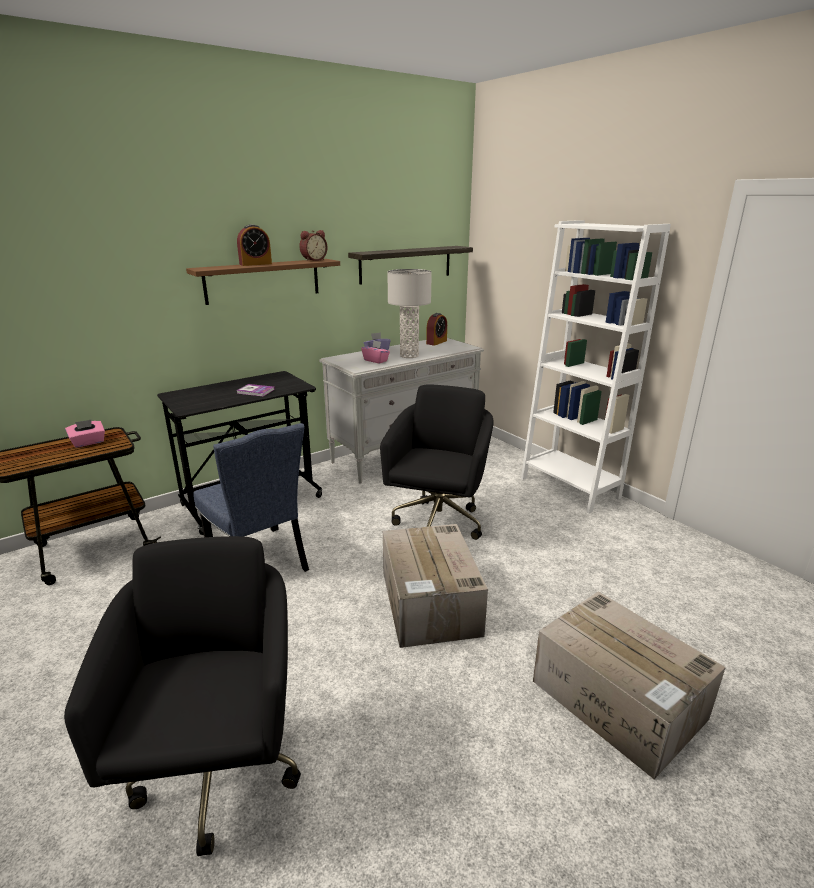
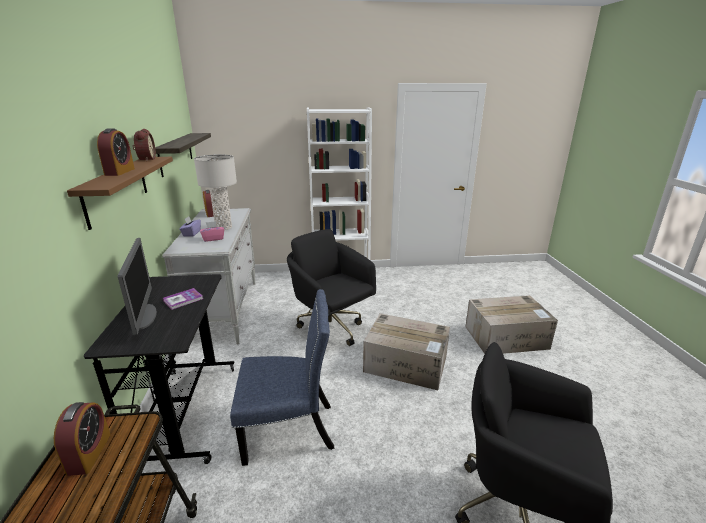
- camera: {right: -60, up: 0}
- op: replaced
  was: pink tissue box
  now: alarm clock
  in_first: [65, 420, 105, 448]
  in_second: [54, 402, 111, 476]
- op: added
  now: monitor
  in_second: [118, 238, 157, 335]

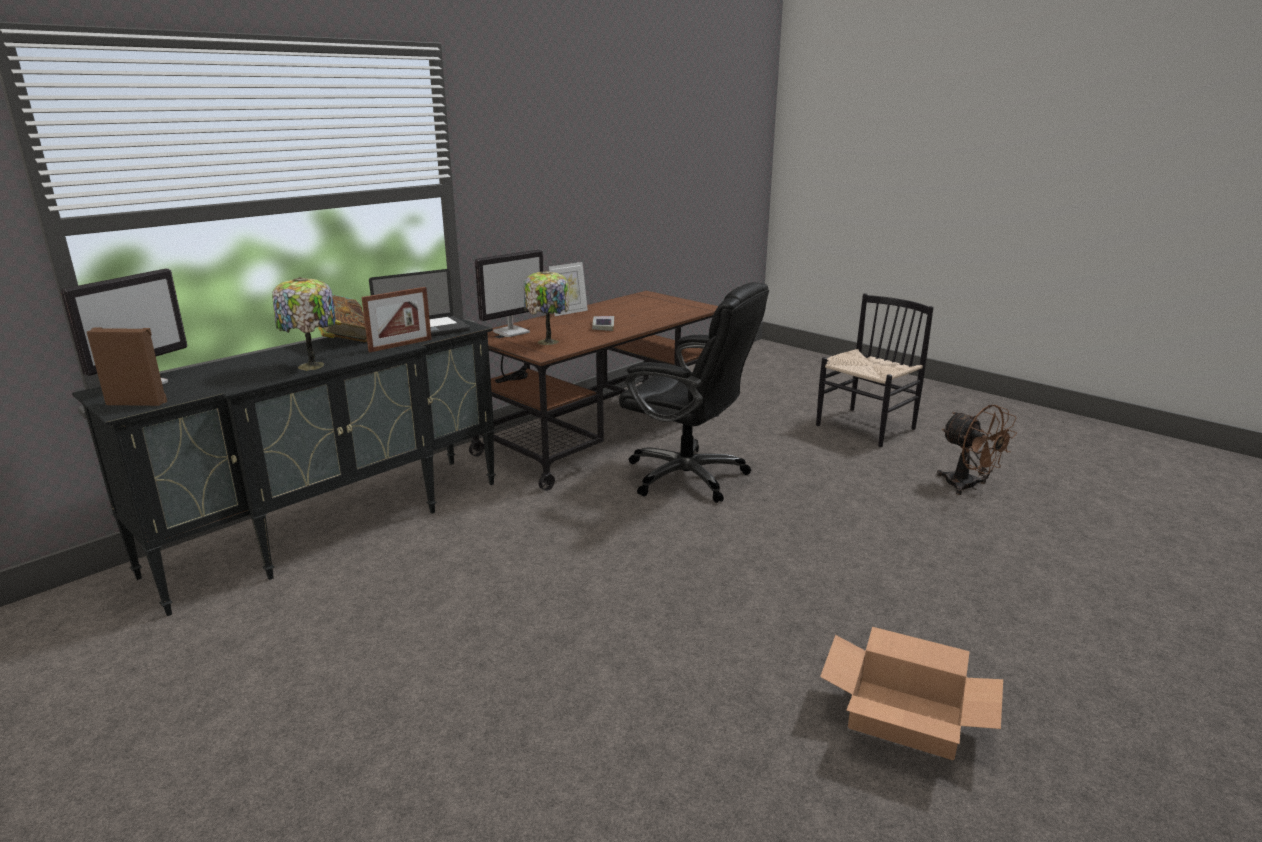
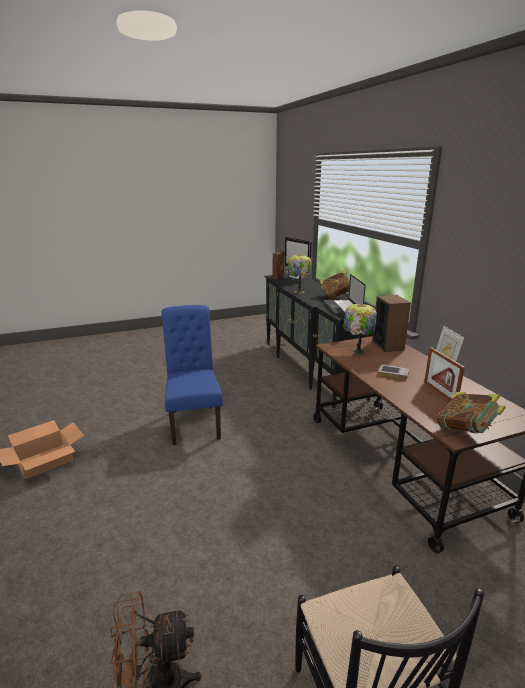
- camera: {right: 115, up: 0}
- op: added
  now: blue chair
  in_second: [162, 305, 223, 445]
- op: replaced
  was: monitor
  now: speaker
  in_first: [475, 249, 544, 337]
  in_second: [372, 295, 411, 352]
- op: moved
  was: picture frame
  in_first: [361, 287, 432, 352]
  in_second: [424, 347, 465, 401]
- op: added
  now: book
  in_second: [437, 392, 506, 434]
- op: removed
  was: black office chair
  in_first: [619, 282, 769, 503]

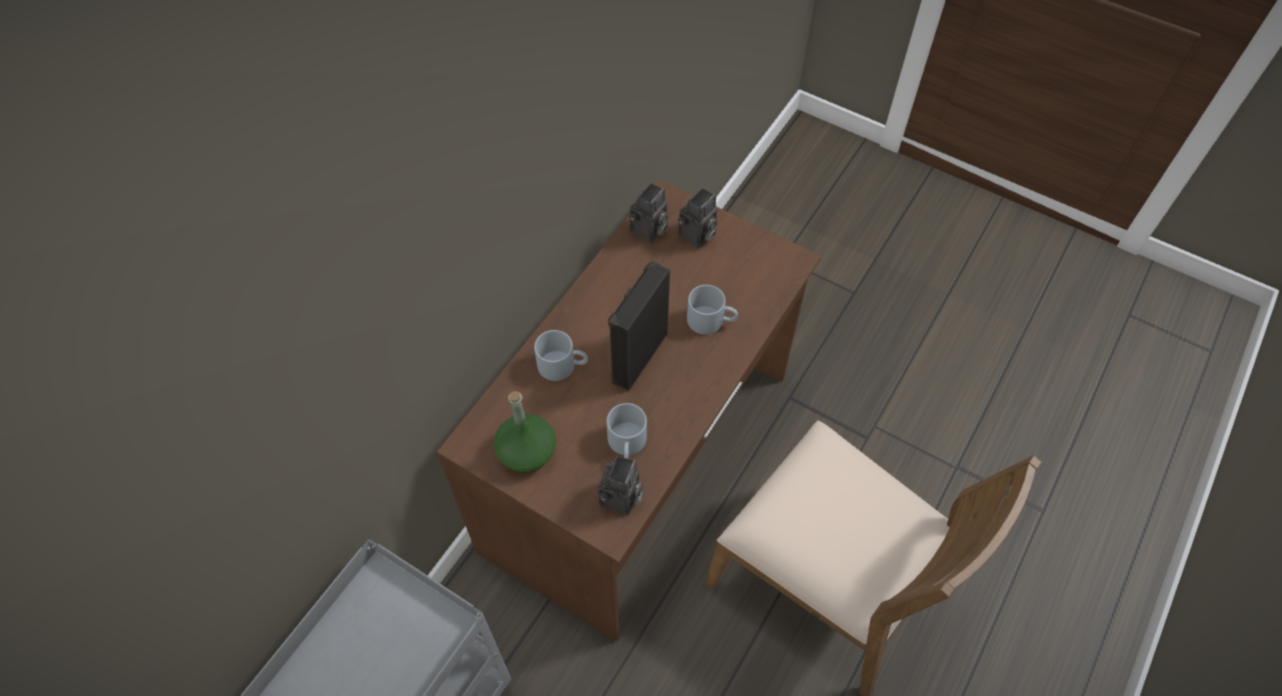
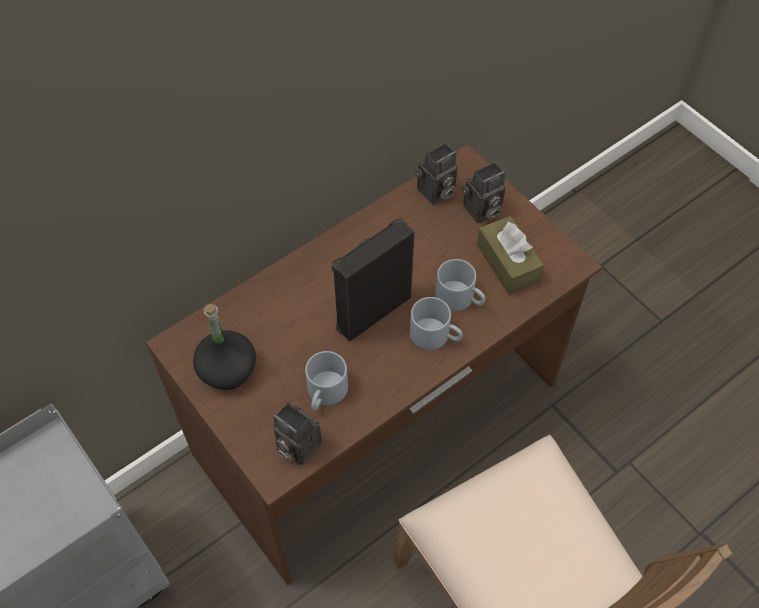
- camera: {right: 20, up: 0}
- op: recoloured
  was: green bottle
  now: black bottle
  in_first: [494, 391, 556, 473]
  in_second: [193, 304, 256, 390]
- op: turned
  was: photo camera
  in_first: [598, 456, 643, 515]
  in_second: [273, 402, 322, 465]
  clockwise: 90
- op: moved
  was: grey mug
  in_first: [534, 330, 588, 381]
  in_second: [410, 297, 463, 350]
- op: added
  now: brown tissue box
  in_second: [477, 216, 544, 295]

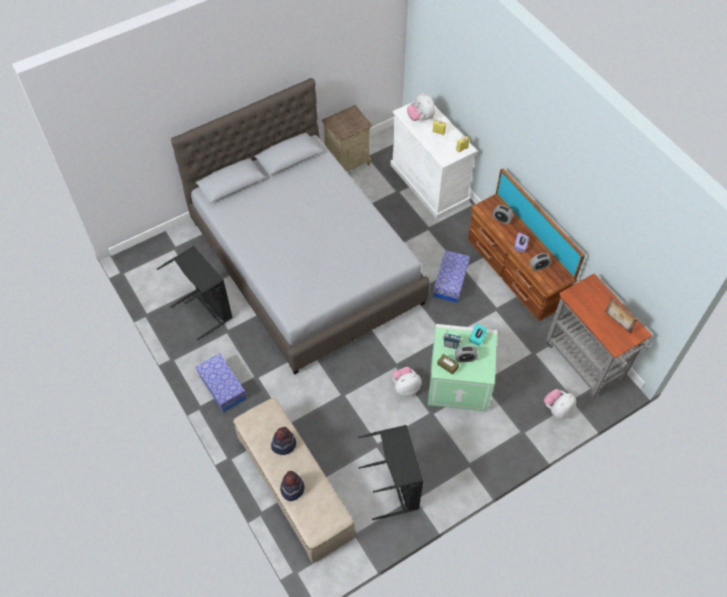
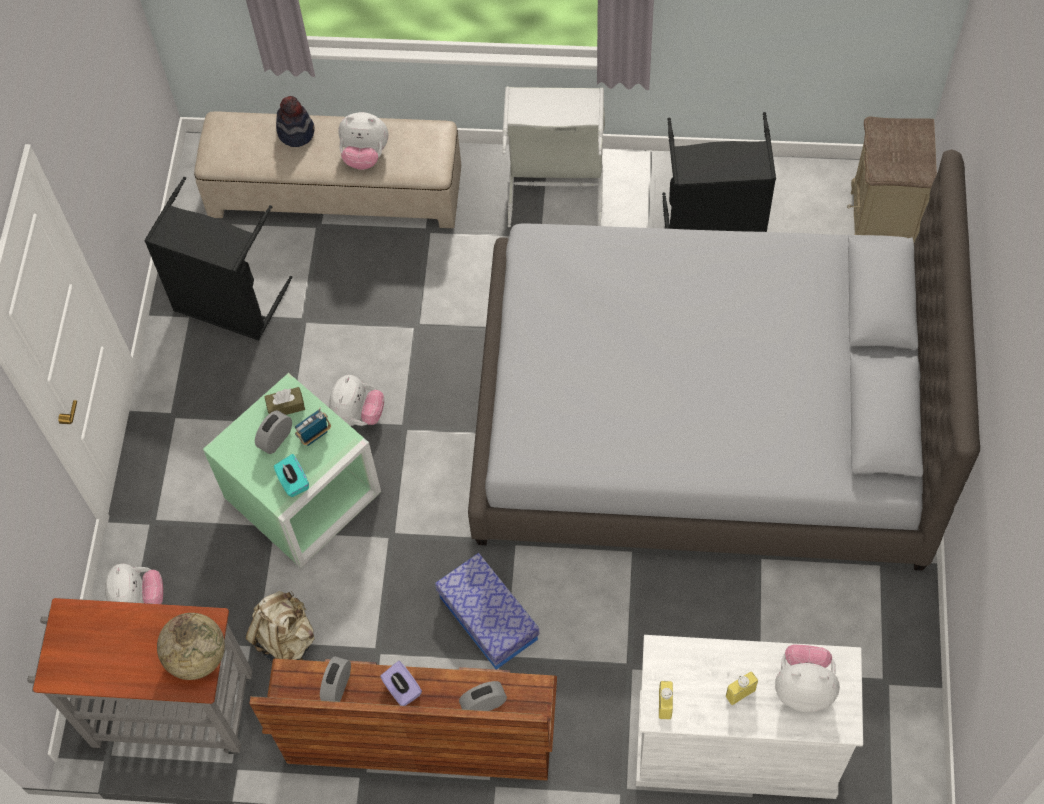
- camera: {right: 130, up: 5}
- op: added
  now: globe
  in_second: [157, 613, 225, 680]
- op: added
  now: beige backpack
  in_second: [246, 591, 314, 662]
- op: replaced
  was: hat
  now: plush toy
  in_first: [271, 427, 296, 455]
  in_second: [338, 112, 388, 170]
- op: replaced
  was: storage box
  now: grey laundry basket
  in_first: [196, 353, 246, 412]
  in_second: [502, 87, 605, 227]
- op: moved
  was: beige nightstand
  in_first: [322, 105, 372, 171]
  in_second: [847, 117, 937, 242]
- op: removed
  was: picture frame
  in_first: [605, 297, 638, 334]

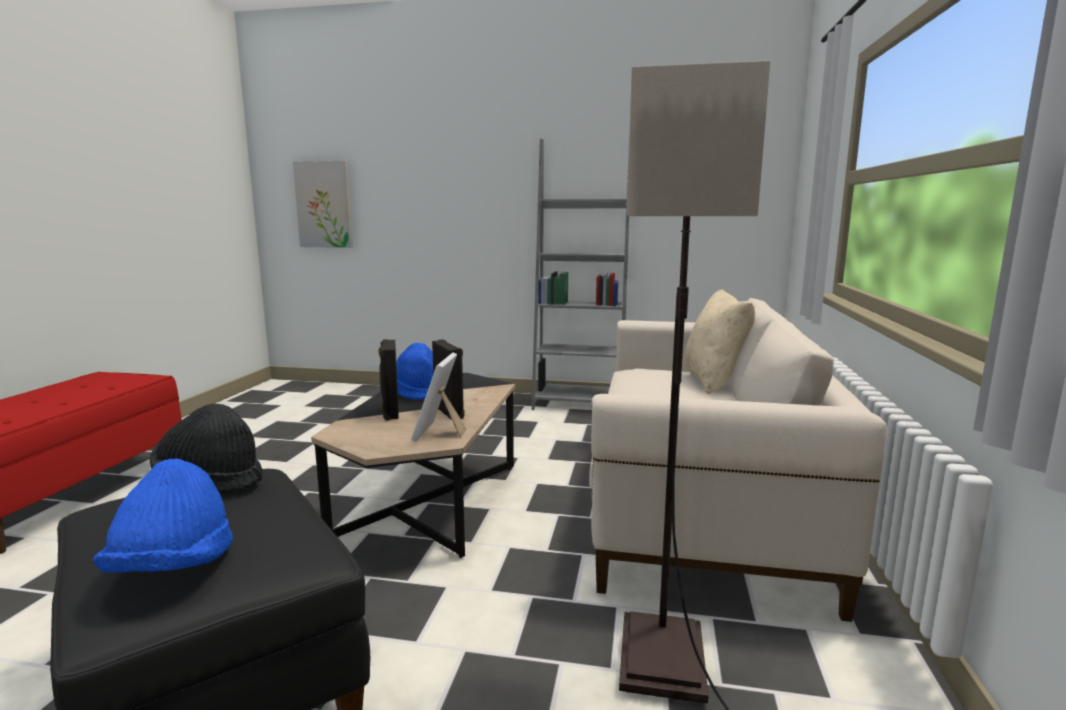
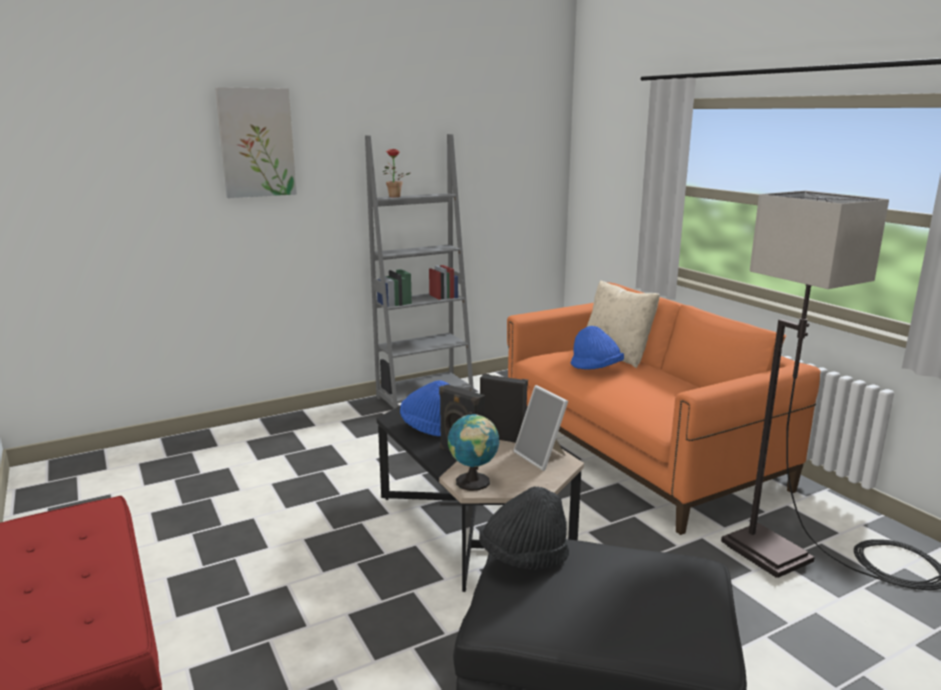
- camera: {right: -40, up: 5}
- op: moved
  was: picture
  in_first: [293, 161, 353, 248]
  in_second: [215, 87, 297, 198]
- op: added
  now: potted plant
  in_second: [383, 149, 410, 197]
- op: added
  now: globe
  in_second: [448, 412, 499, 491]
- op: recoloured
  was: beige sofa
  now: orange sofa
  in_first: [589, 298, 887, 622]
  in_second: [507, 282, 821, 535]
- op: moved
  was: blue hat
  in_first: [93, 458, 233, 573]
  in_second: [571, 326, 624, 370]

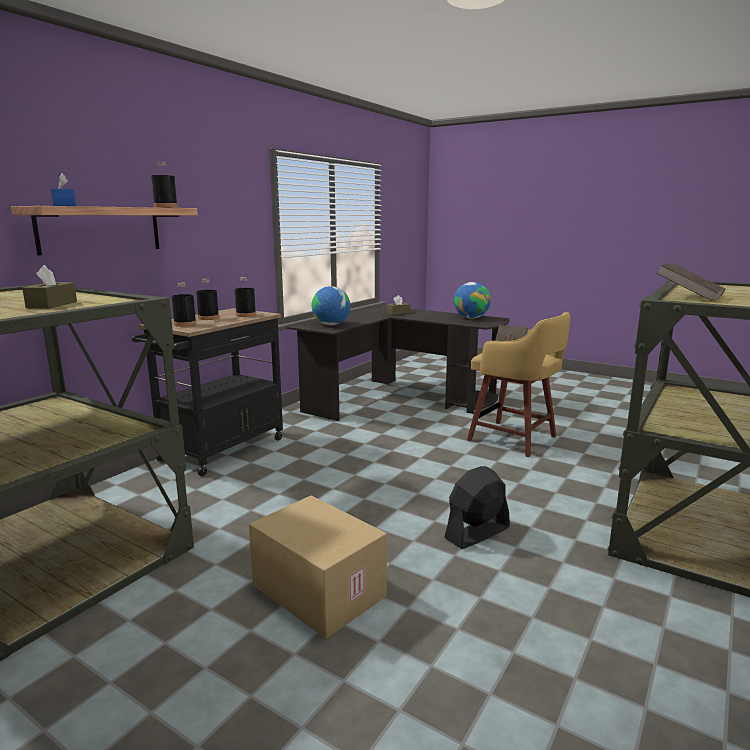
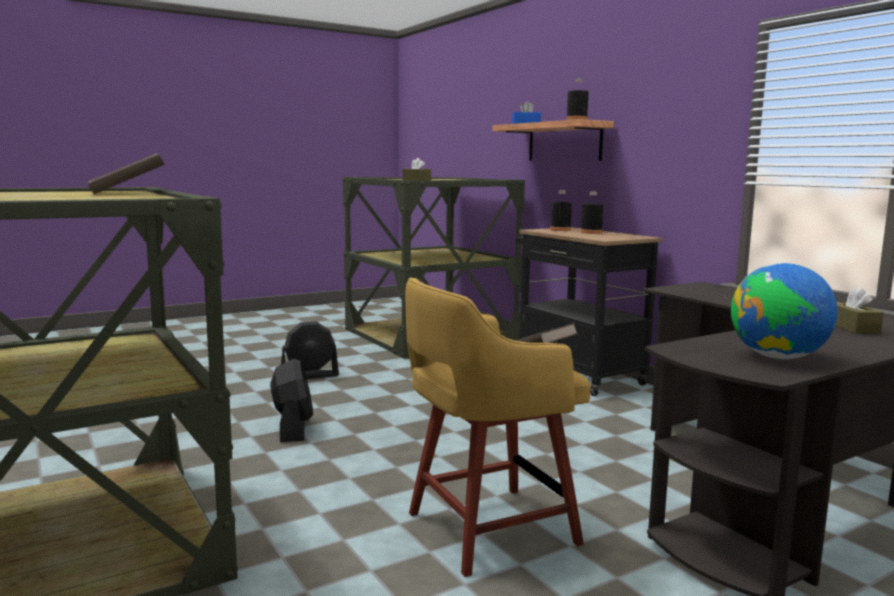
- camera: {right: 115, up: -5}
- op: replaced
  was: cardboard box
  now: black fan
  in_first: [249, 496, 387, 639]
  in_second: [281, 321, 339, 379]
- op: removed
  was: black bottle
  in_first: [235, 277, 256, 317]
- op: removed
  was: globe
  in_first: [312, 286, 351, 325]

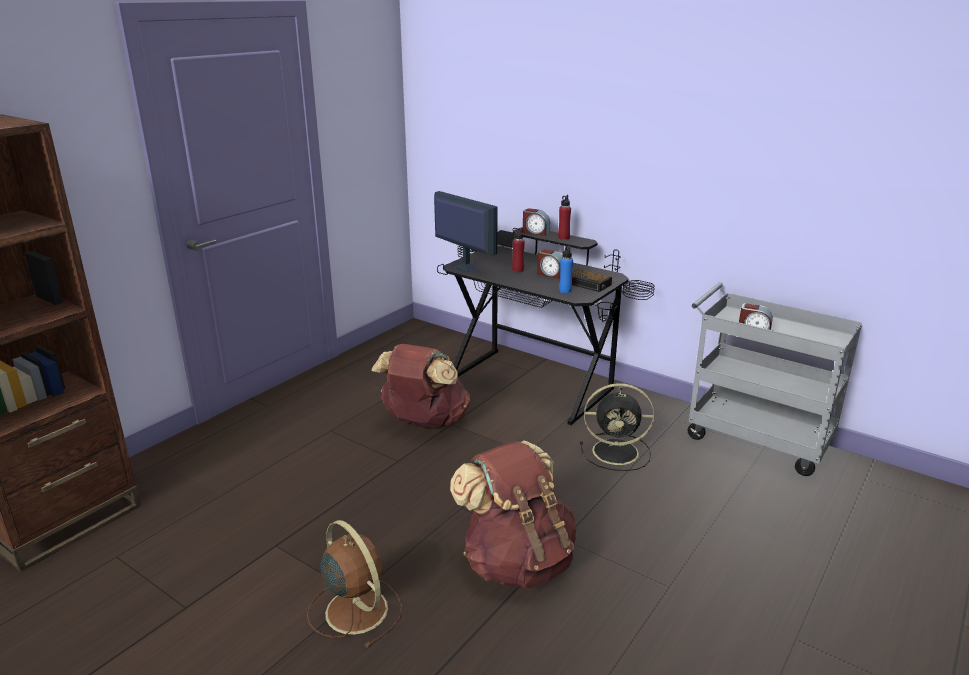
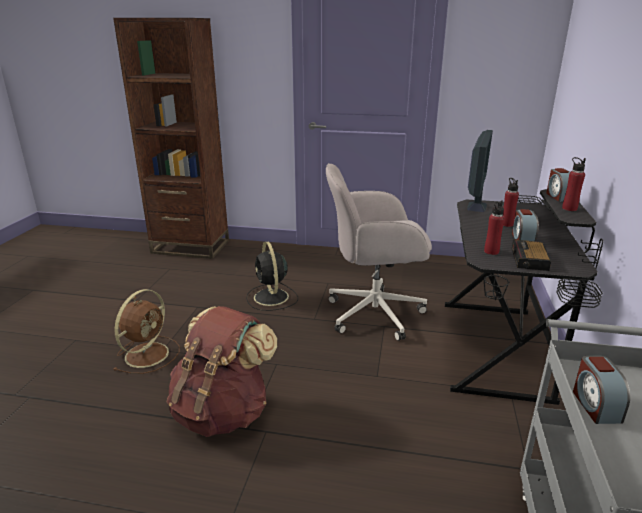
- camera: {right: 65, up: 0}
- op: moved
  was: black fan
  in_first: [580, 383, 654, 471]
  in_second: [246, 242, 298, 311]
- op: replaced
  was: brown backpack
  now: grey office chair
  in_first: [371, 344, 470, 429]
  in_second: [326, 163, 432, 341]
- op: recoloured
  was: blue bottle
  now: red bottle
  in_first: [559, 245, 573, 293]
  in_second: [484, 200, 505, 255]

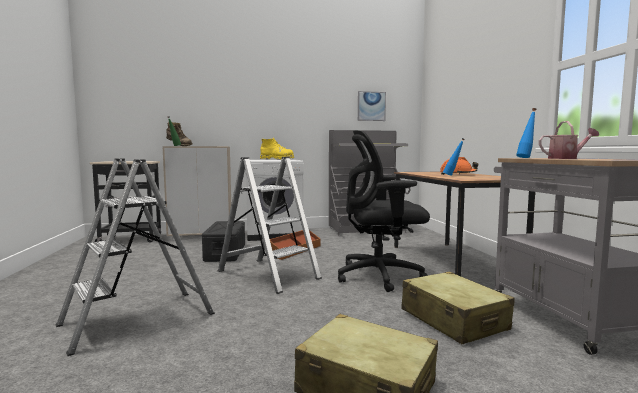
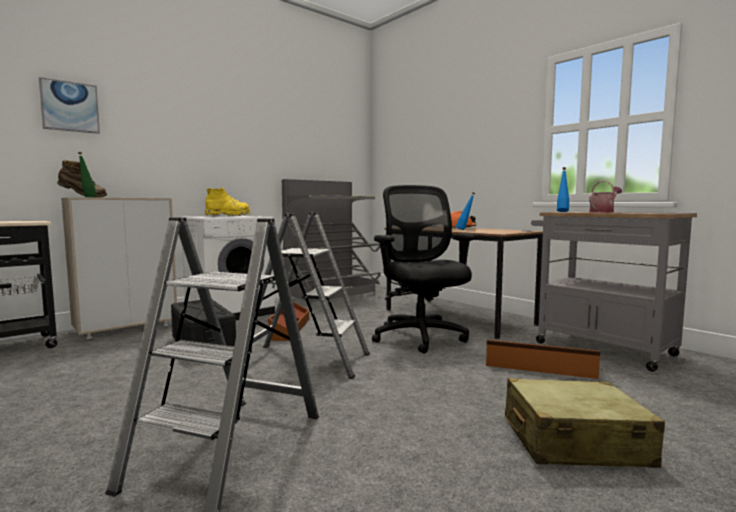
- camera: {right: -30, up: 0}
- op: moved
  was: picture
  in_first: [358, 91, 386, 121]
  in_second: [39, 77, 100, 134]
- op: turned
  was: black office chair
  in_first: [338, 130, 430, 292]
  in_second: [372, 185, 477, 353]
  clockwise: 105
- op: replaced
  was: beige suitcase
  now: brown storage box
  in_first: [401, 271, 515, 344]
  in_second: [486, 340, 600, 379]

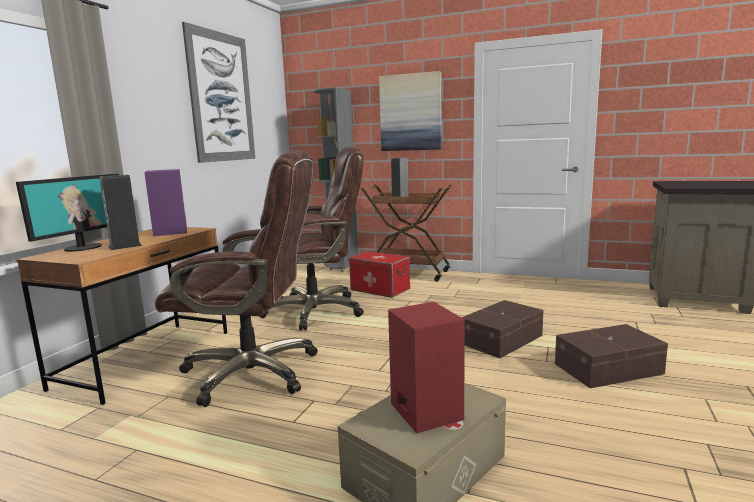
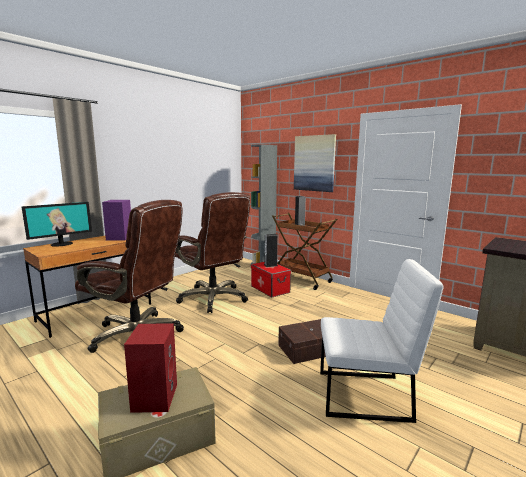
- camera: {right: 20, up: 0}
- op: turned
  was: brown office chair
  in_first: [259, 146, 364, 330]
  in_second: [175, 192, 250, 313]
  clockwise: 45
- op: moved
  was: speaker
  in_first: [99, 175, 142, 250]
  in_second: [264, 234, 278, 267]
- op: replaced
  was: brown storage box
  now: white chair
  in_first: [555, 324, 668, 388]
  in_second: [320, 259, 444, 423]
- op: removed
  was: picture
  in_first: [182, 22, 255, 163]

